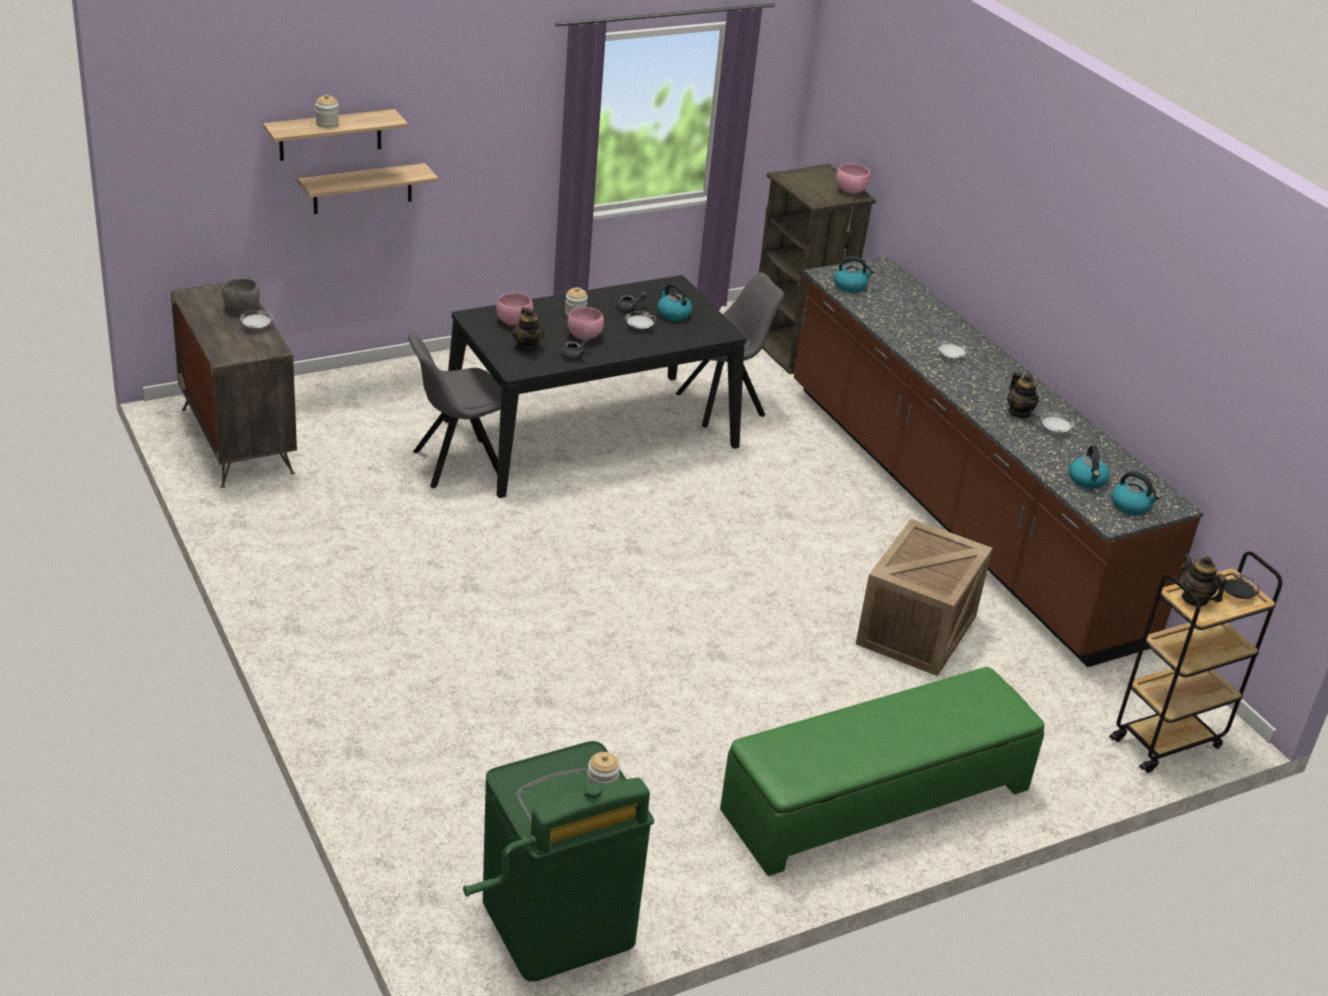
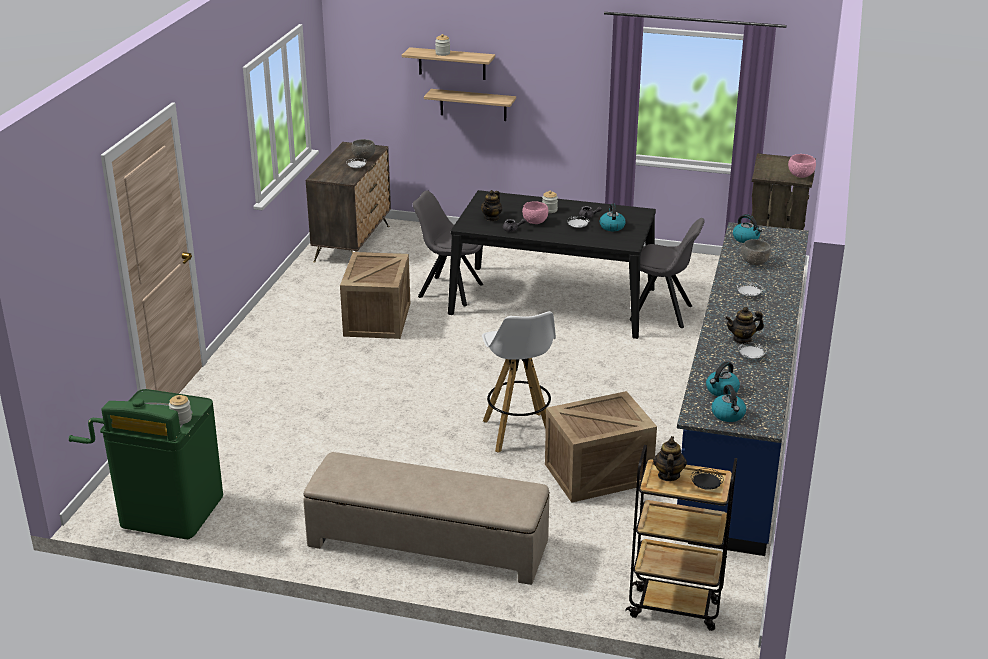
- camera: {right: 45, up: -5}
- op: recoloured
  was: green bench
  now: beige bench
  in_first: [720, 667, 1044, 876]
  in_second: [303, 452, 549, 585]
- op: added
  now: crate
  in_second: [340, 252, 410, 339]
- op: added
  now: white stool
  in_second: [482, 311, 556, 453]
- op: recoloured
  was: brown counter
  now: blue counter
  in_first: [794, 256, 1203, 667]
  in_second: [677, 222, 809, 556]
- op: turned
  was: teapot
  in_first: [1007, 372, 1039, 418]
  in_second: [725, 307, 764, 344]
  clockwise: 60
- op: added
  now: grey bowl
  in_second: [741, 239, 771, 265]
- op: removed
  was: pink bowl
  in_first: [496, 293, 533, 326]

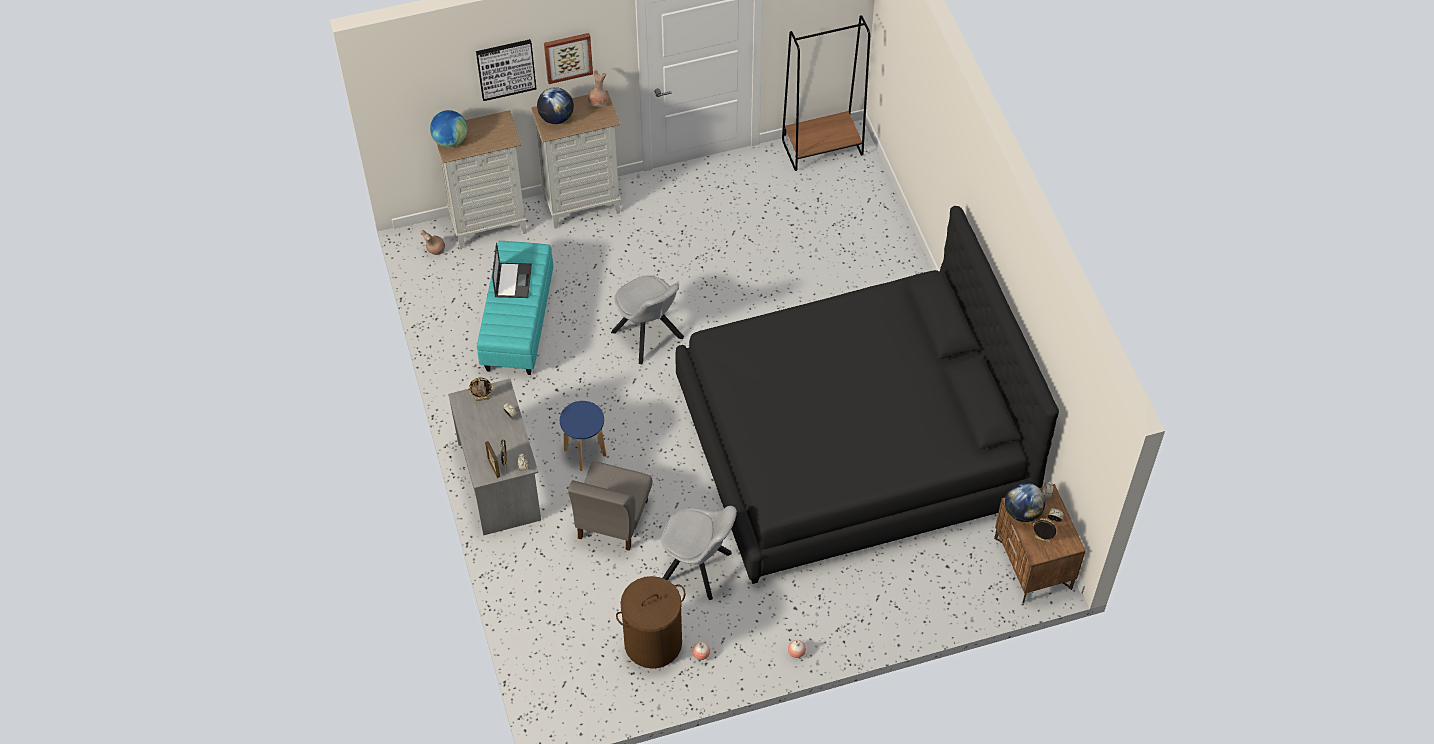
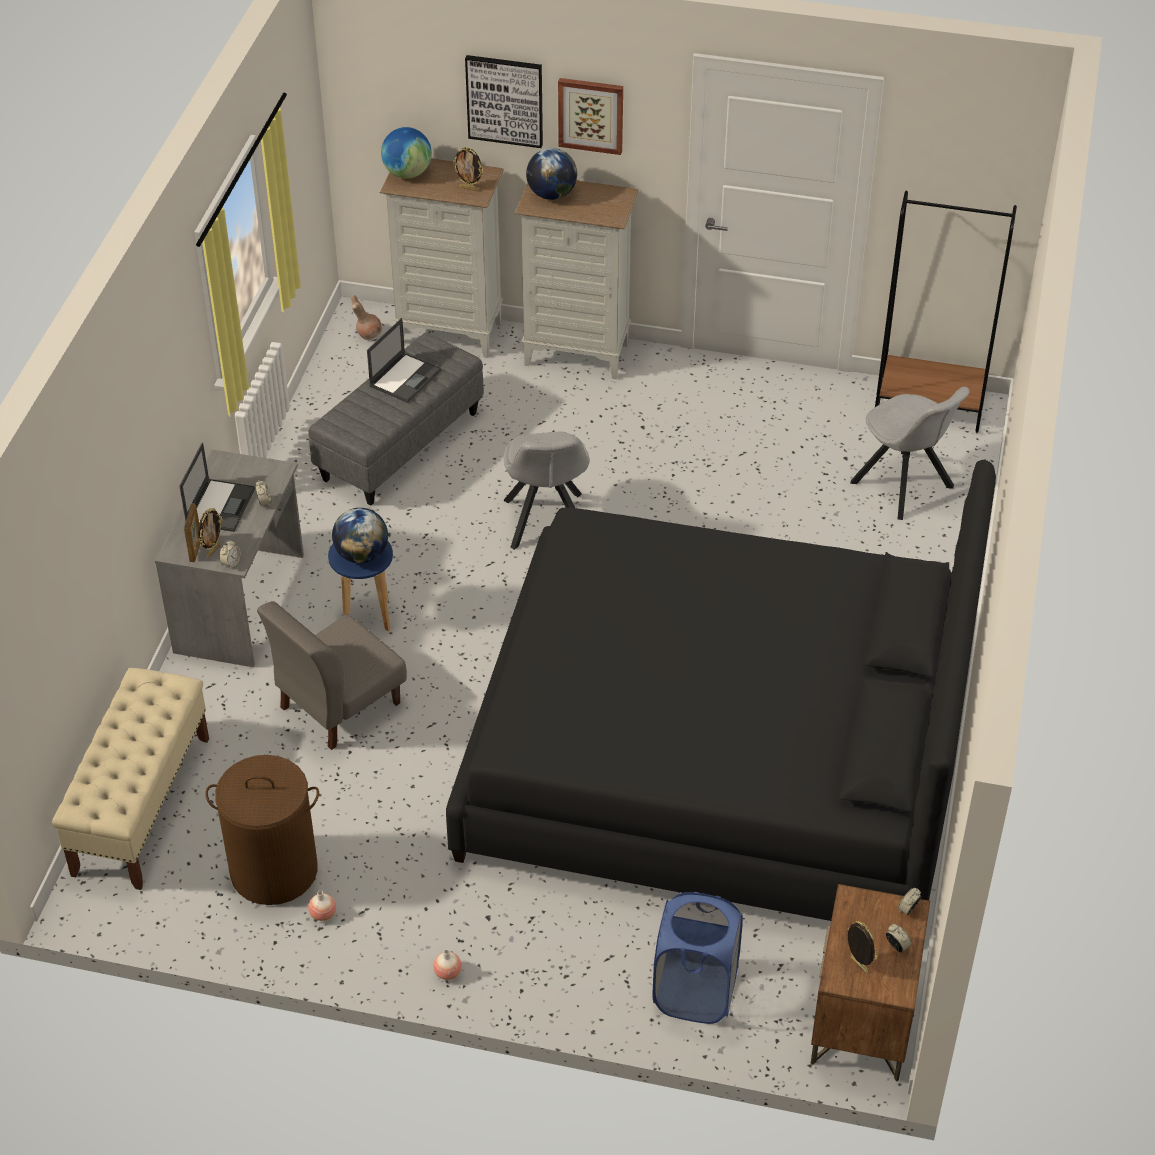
- camera: {right: 30, up: -10}
- op: added
  now: beige bench
  in_second: [52, 668, 209, 890]
- op: added
  now: laptop
  in_second: [179, 442, 255, 532]
- op: recoloured
  was: turquoise ottoman
  now: grey ottoman
  in_first: [477, 241, 553, 375]
  in_second: [309, 333, 484, 506]
- op: moved
  was: globe
  in_first: [1005, 482, 1045, 522]
  in_second: [332, 508, 388, 563]
- op: moved
  was: picture frame
  in_first: [468, 378, 493, 401]
  in_second: [453, 147, 483, 191]
- op: added
  now: blue laundry basket
  in_second: [653, 892, 743, 1024]
- op: moved
  was: grey chair
  in_first: [661, 506, 737, 600]
  in_second: [850, 387, 970, 520]
- op: removed
  was: brown vase
  in_first: [588, 70, 608, 107]

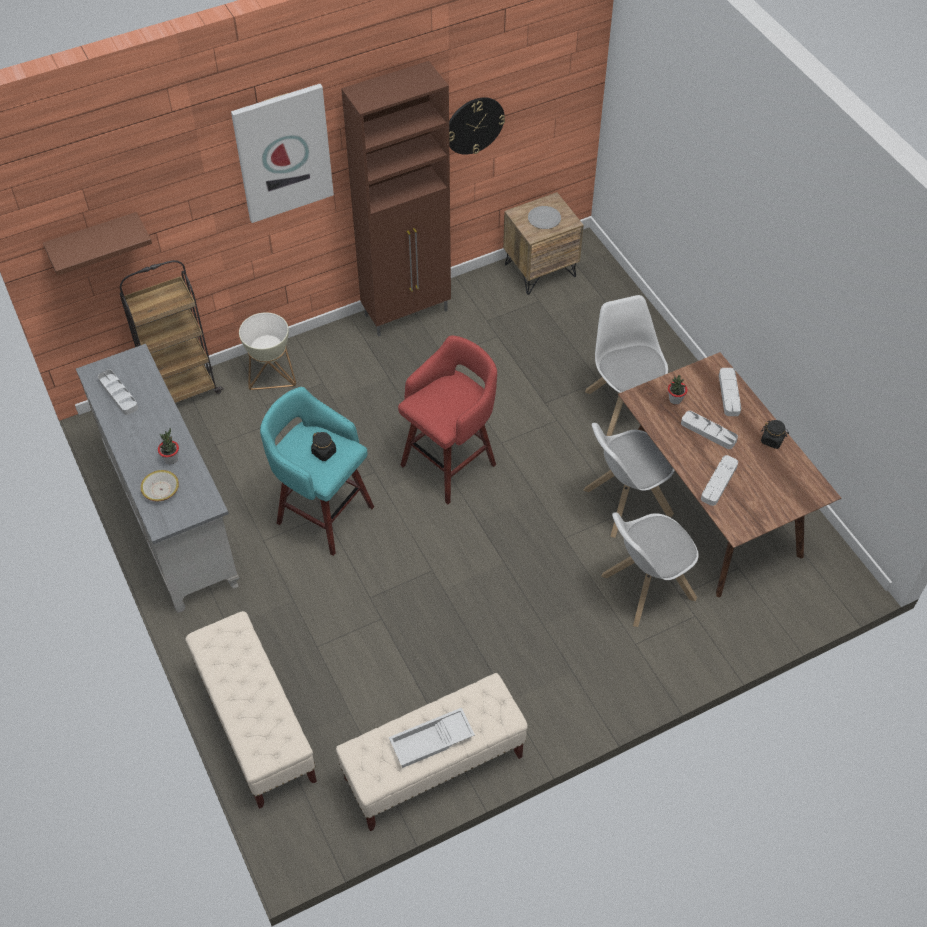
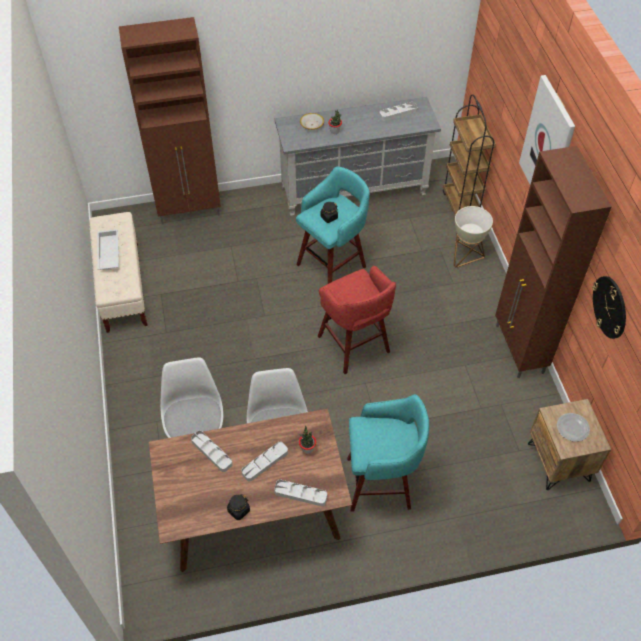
- camera: {right: 105, up: 0}
- op: replaced
  was: beige bench
  now: brown cabinet
  in_first: [185, 611, 317, 809]
  in_second: [119, 17, 221, 224]
- op: replaced
  was: chair
  now: turquoise stool
  in_first: [585, 295, 668, 436]
  in_second: [347, 394, 429, 512]
- op: removed
  was: brown shelf
  in_first: [43, 212, 152, 276]

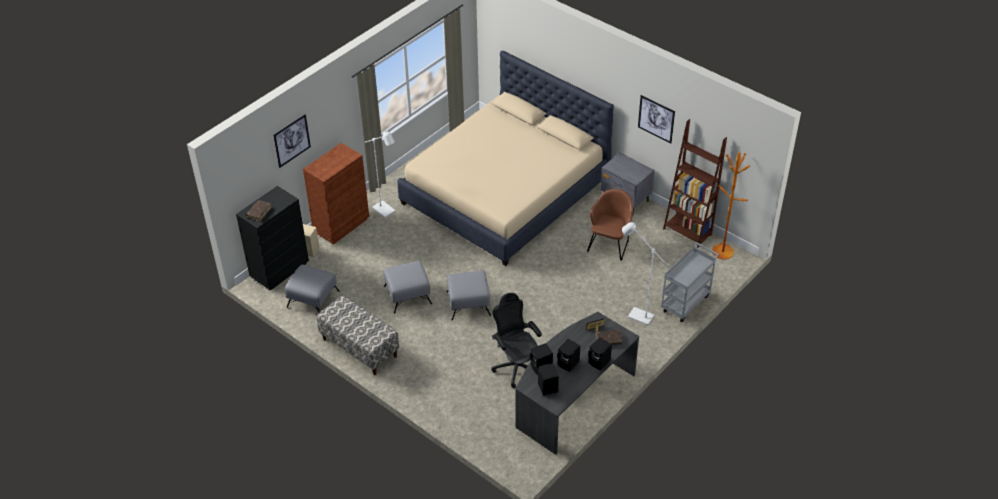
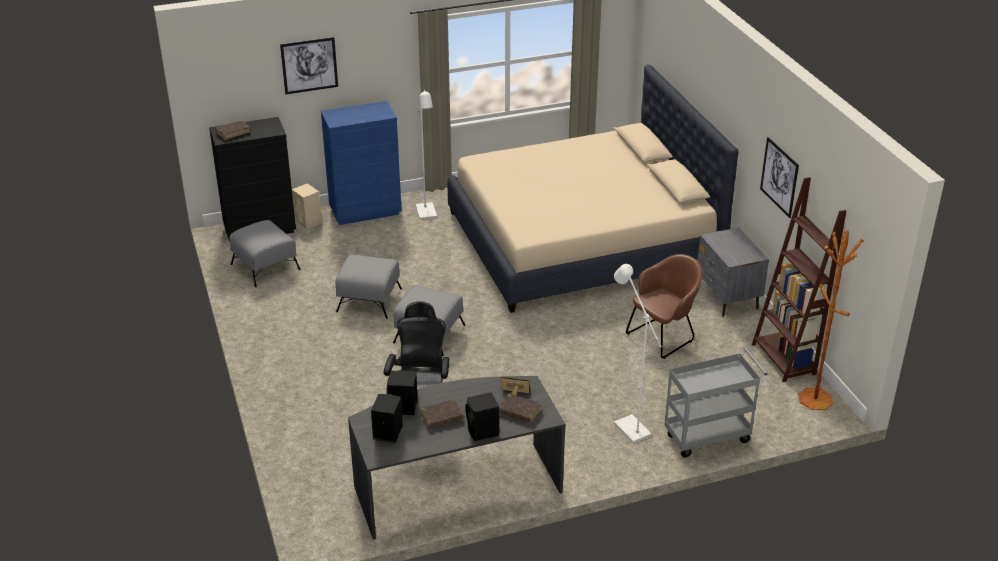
- camera: {right: 30, up: -10}
- op: recoloured
  was: brown dresser
  now: blue dresser
  in_first: [303, 143, 370, 245]
  in_second: [321, 101, 402, 225]
- op: replaced
  was: black speaker
  now: brown book
  in_first: [557, 339, 580, 372]
  in_second: [420, 399, 463, 428]
- op: removed
  was: bench
  in_first: [317, 295, 399, 375]

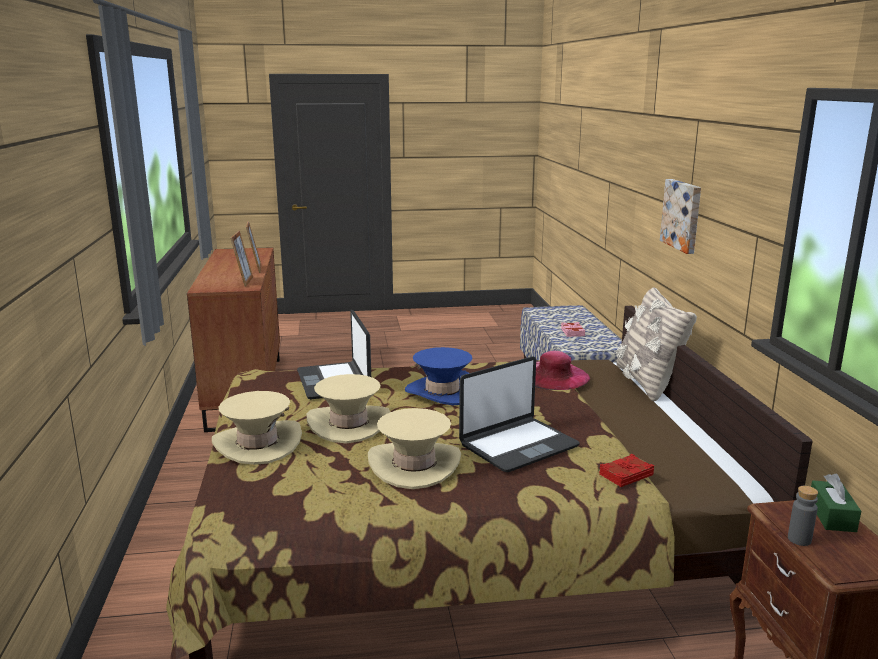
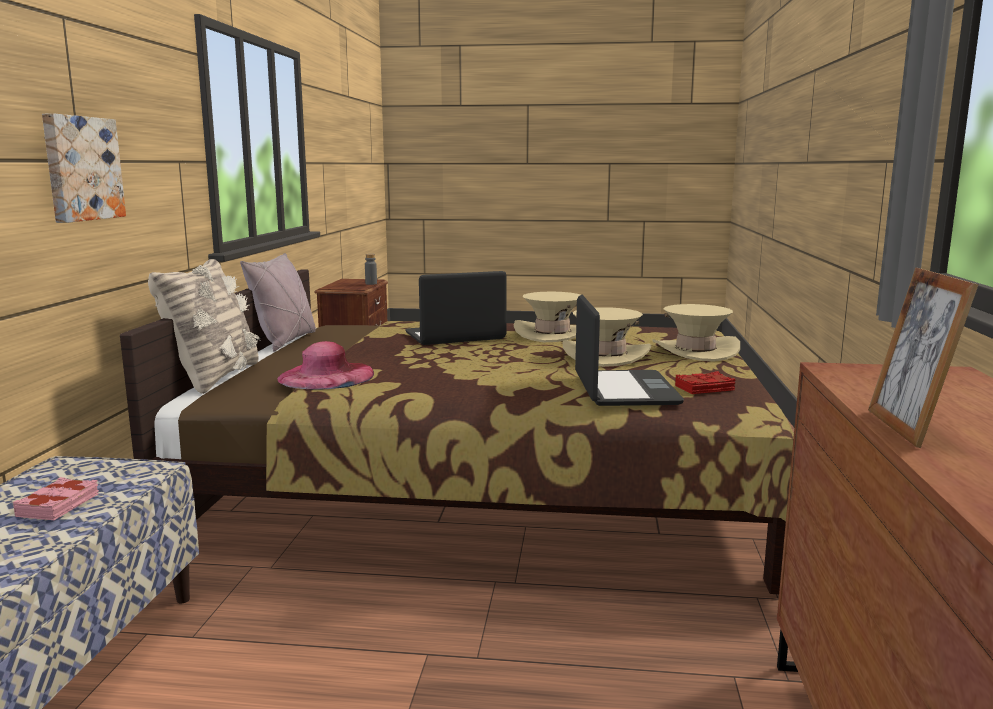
- camera: {right: -165, up: -5}
- op: added
  now: purple pillow
  in_second: [240, 253, 316, 351]
- op: moved
  was: red book
  in_first: [599, 454, 654, 487]
  in_second: [675, 371, 736, 394]
- op: removed
  was: picture frame
  in_first: [230, 231, 253, 287]
- op: removed
  was: blue hat
  in_first: [405, 347, 472, 405]
- op: removed
  was: green tissue box
  in_first: [811, 474, 861, 532]

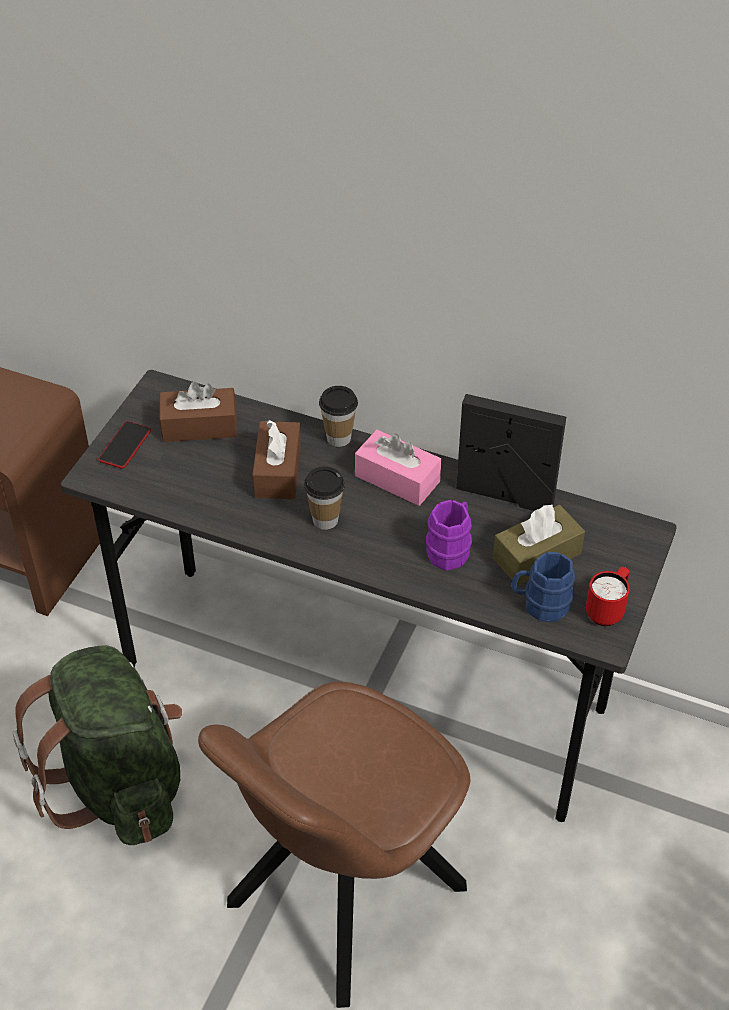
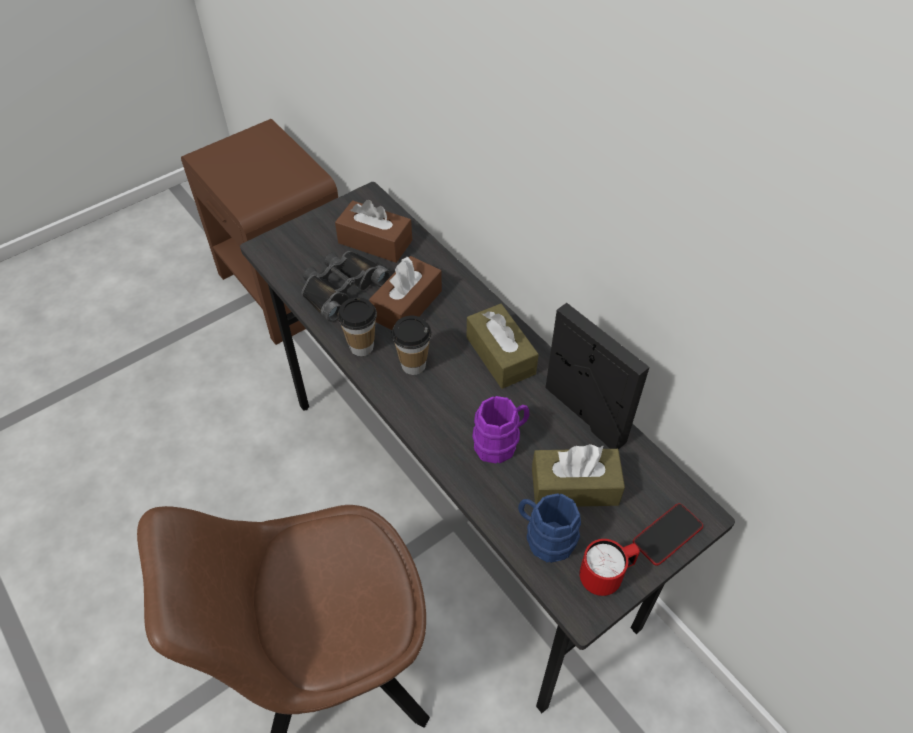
- camera: {right: 30, up: 5}
- op: added
  now: black binoculars
  in_second: [301, 251, 390, 322]
- op: moved
  was: cup
  in_first: [319, 386, 358, 447]
  in_second: [338, 297, 377, 356]
- op: recoloured
  was: pink tissue box
  now: brown tissue box
  in_first: [355, 430, 441, 506]
  in_second: [467, 304, 539, 389]
- op: moved
  was: phone
  in_first: [98, 421, 151, 468]
  in_second: [633, 503, 703, 566]
- op: removed
  was: green backpack
  in_first: [12, 645, 182, 845]

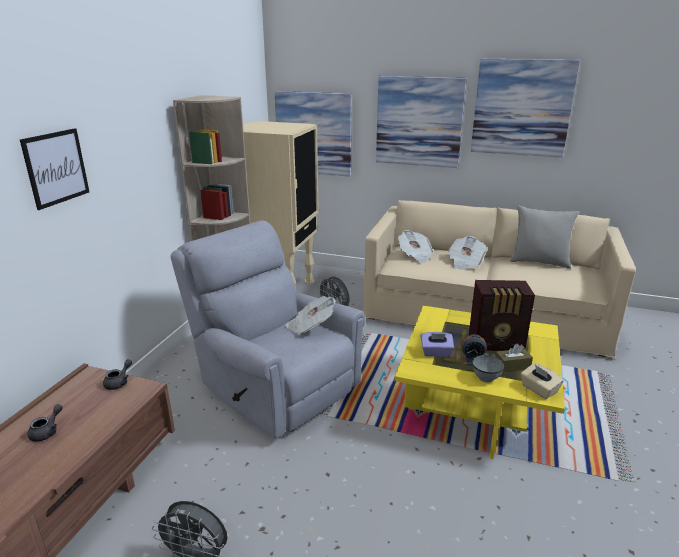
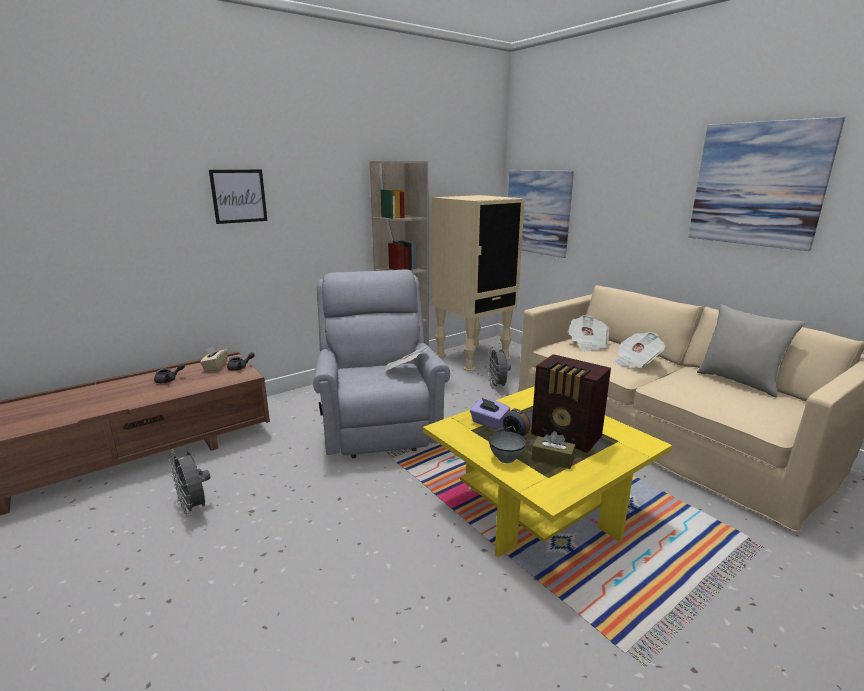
- camera: {right: 35, up: -5}
- op: moved
  was: beige tissue box
  in_first: [520, 363, 564, 399]
  in_second: [200, 345, 228, 371]
- op: removed
  was: picture
  in_first: [376, 76, 467, 168]

